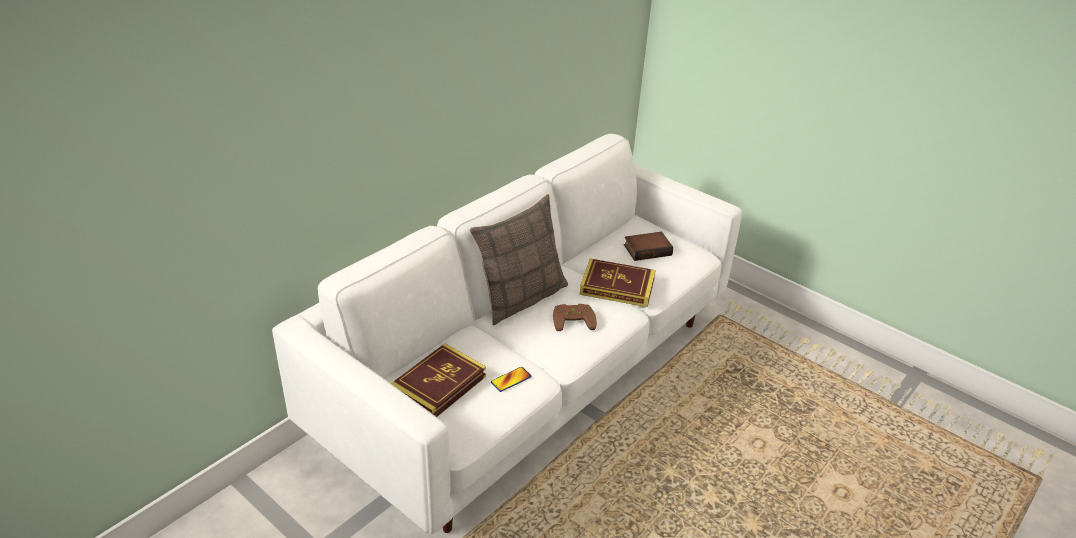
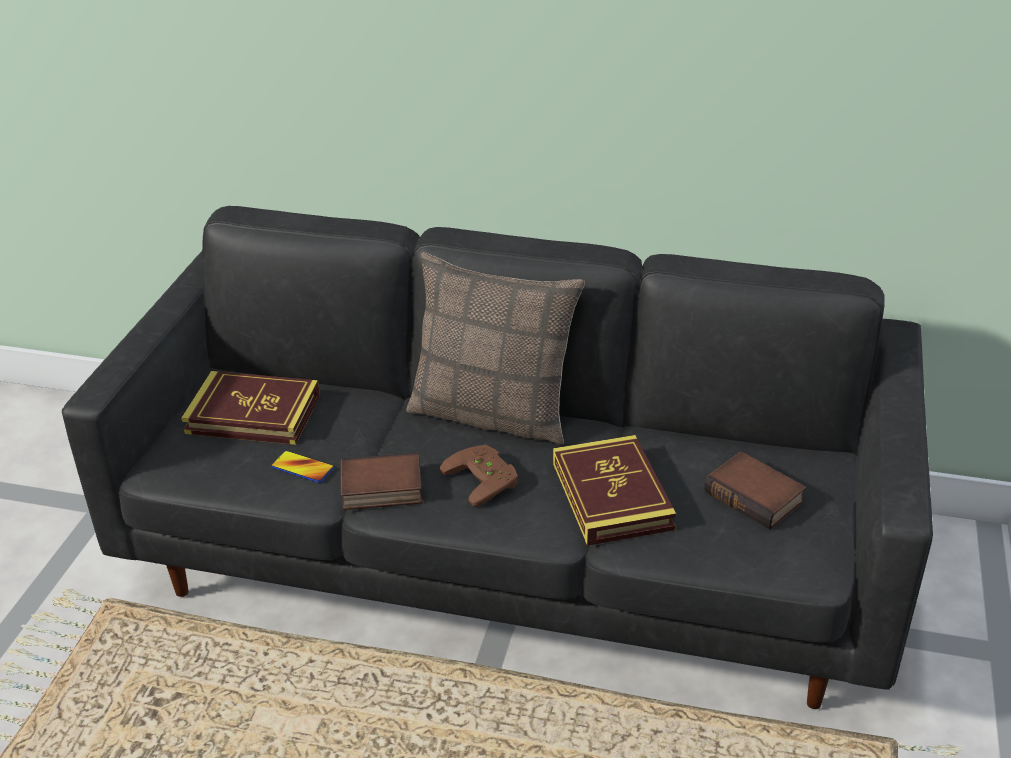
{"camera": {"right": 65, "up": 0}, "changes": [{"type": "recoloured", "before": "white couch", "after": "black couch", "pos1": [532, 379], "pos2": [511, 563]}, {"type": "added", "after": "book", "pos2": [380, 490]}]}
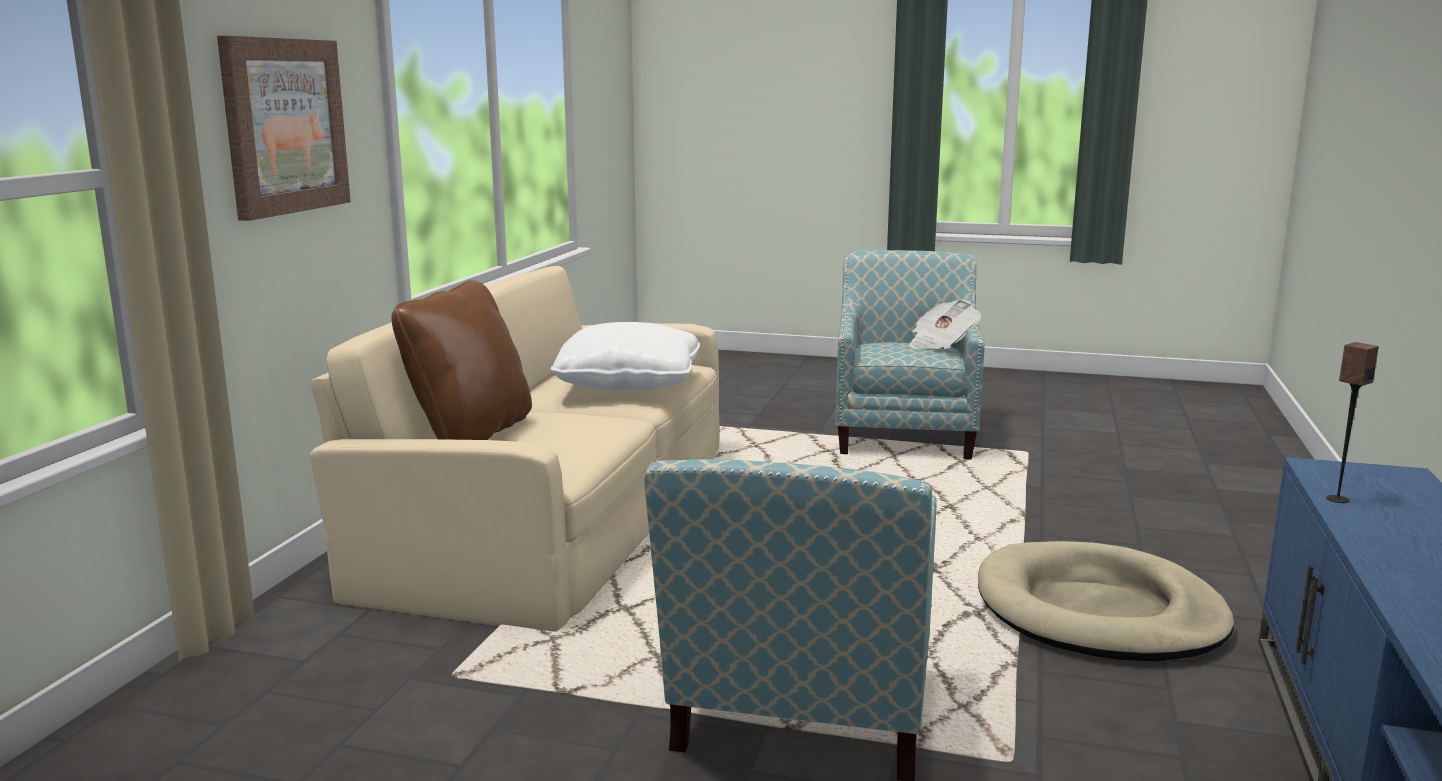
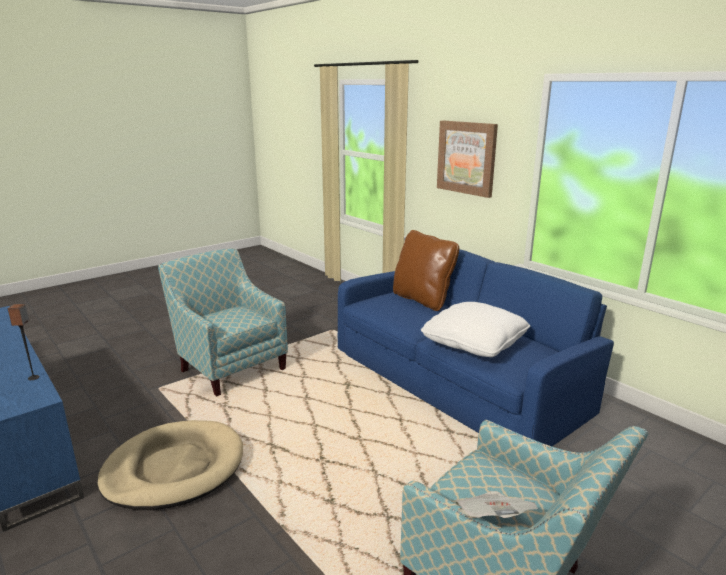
{"camera": {"right": 125, "up": 5}, "changes": [{"type": "recoloured", "before": "sand-coloured couch", "after": "bluish couch", "pos1": [554, 511], "pos2": [457, 376]}]}
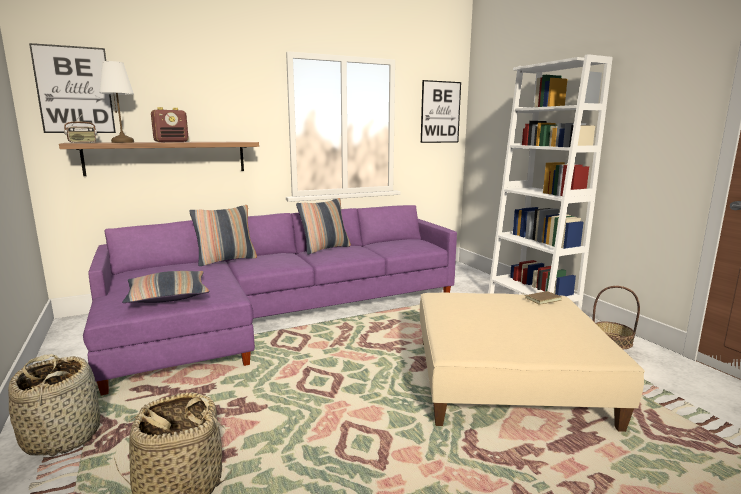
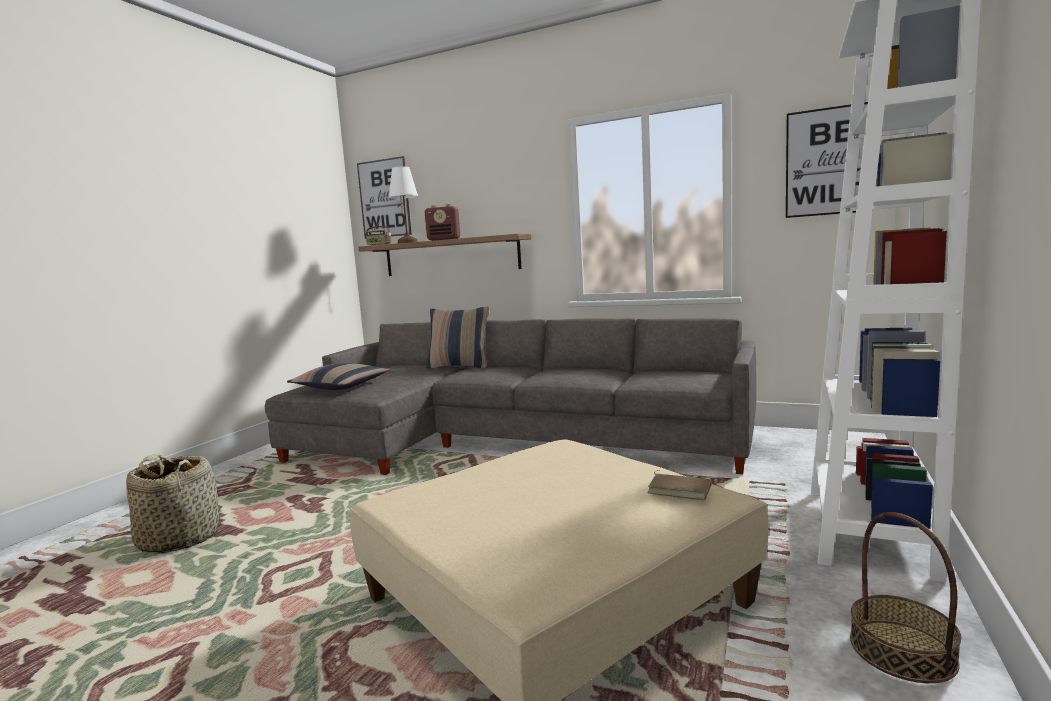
{"camera": {"right": 50, "up": -5}, "changes": [{"type": "removed", "before": "storage basket", "pos1": [62, 436]}, {"type": "recoloured", "before": "purple couch", "after": "gray couch", "pos1": [276, 314], "pos2": [500, 440]}, {"type": "removed", "before": "pillow", "pos1": [325, 249]}]}
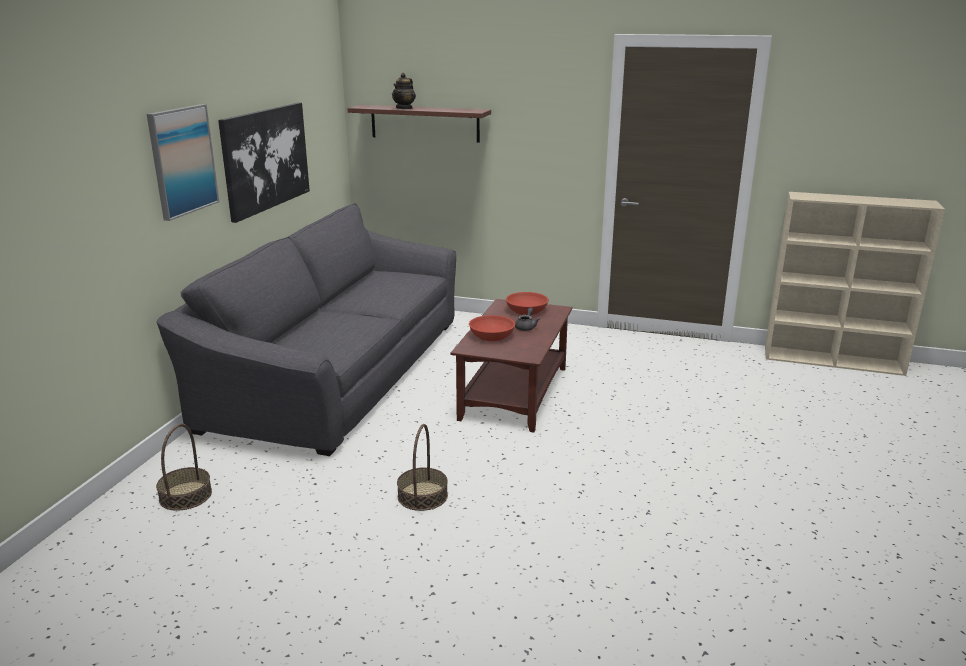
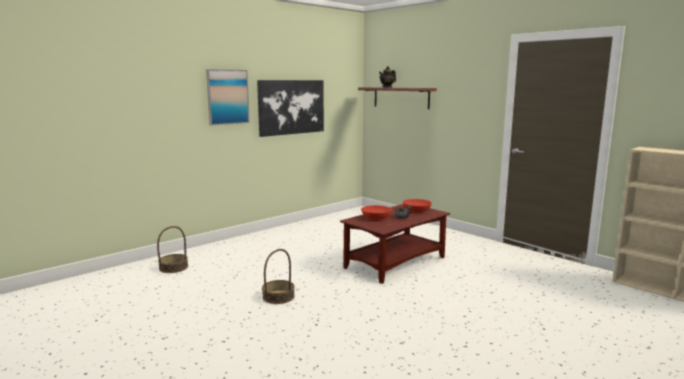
{"camera": {"right": 30, "up": -10}, "changes": [{"type": "removed", "before": "gray couch", "pos1": [339, 372]}]}
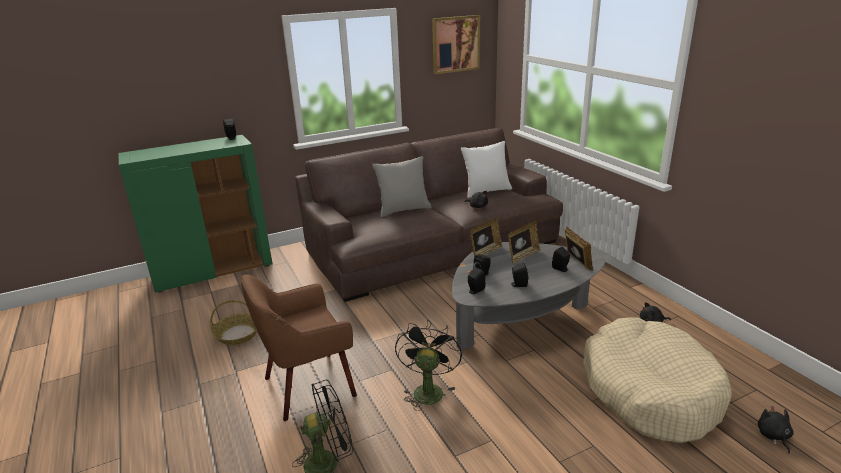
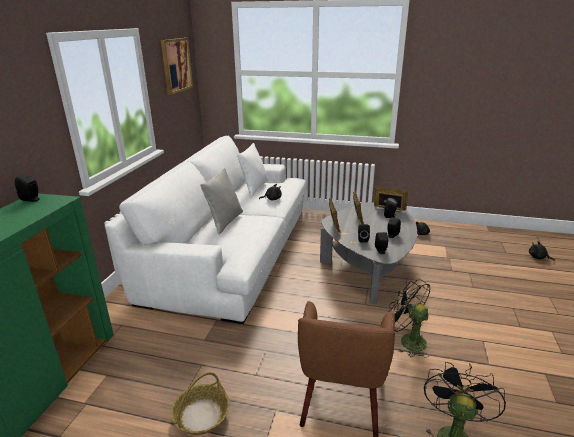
{"camera": {"right": -50, "up": 0}, "changes": [{"type": "recoloured", "before": "brown-coloured couch", "after": "white couch", "pos1": [432, 246], "pos2": [231, 249]}, {"type": "removed", "before": "sand-coloured dog cushion", "pos1": [649, 391]}]}
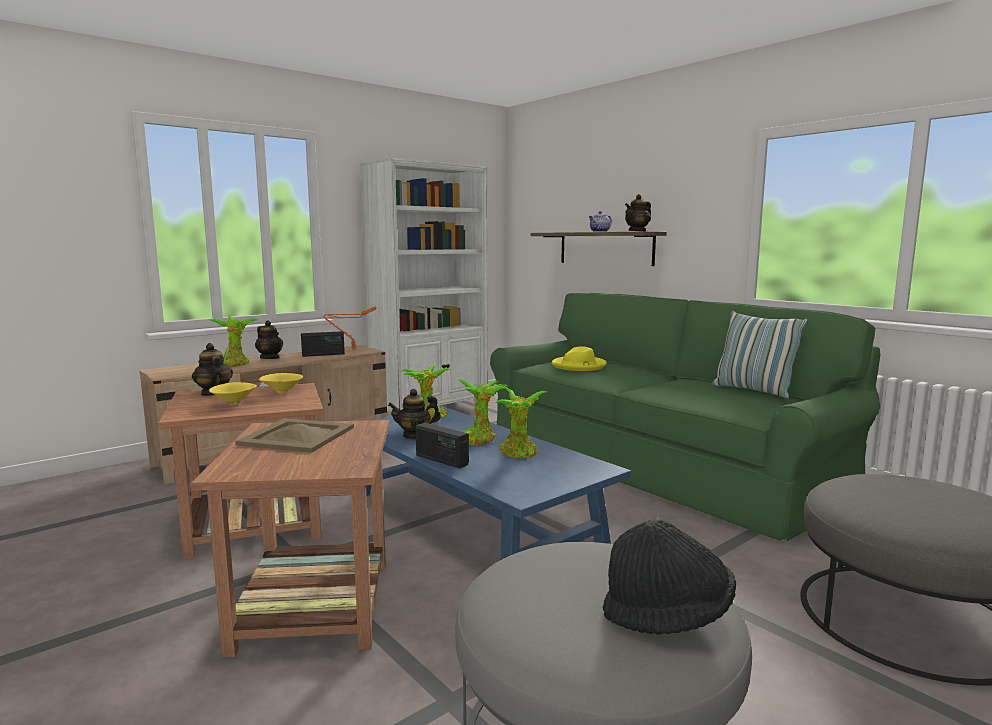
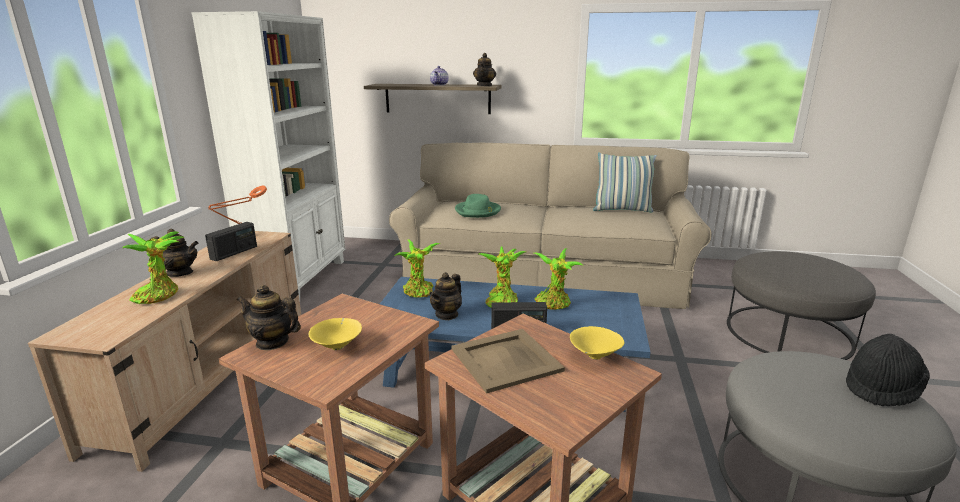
{"camera": {"right": -40, "up": 10}, "changes": [{"type": "moved", "before": "yellow-coloured deep dish", "pos1": [281, 392], "pos2": [594, 357]}, {"type": "recoloured", "before": "green-coloured couch", "after": "sand-coloured couch", "pos1": [655, 463], "pos2": [543, 276]}, {"type": "recoloured", "before": "yellow-coloured wearable hat", "after": "green-coloured wearable hat", "pos1": [579, 366], "pos2": [478, 211]}]}
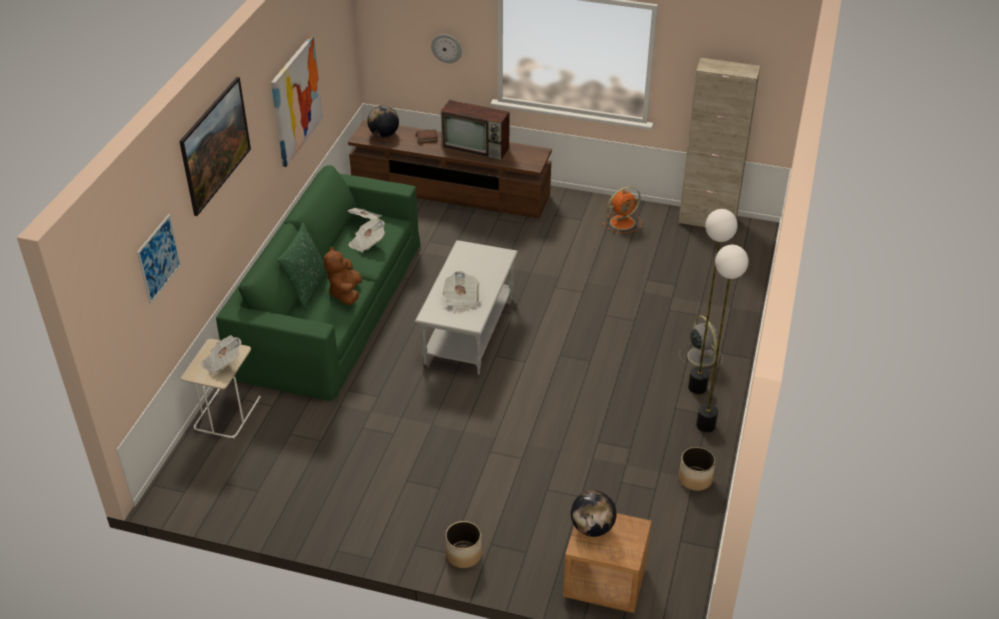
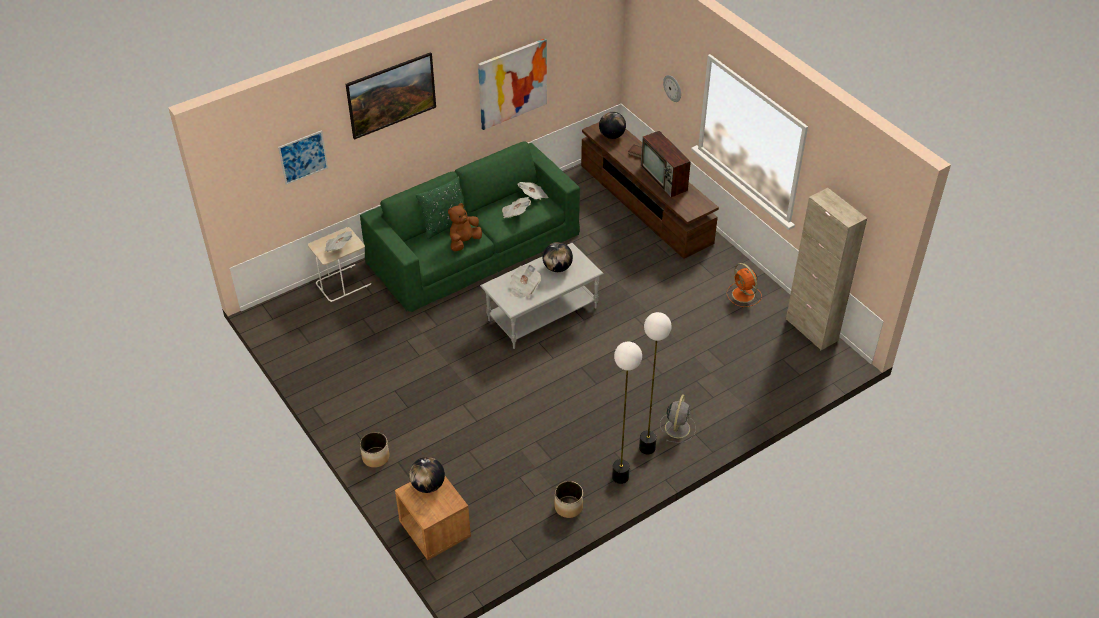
{"camera": {"right": 40, "up": 5}, "changes": [{"type": "turned", "before": "orange-coloured fan", "pos1": [623, 222], "pos2": [744, 295], "turn": 45}, {"type": "added", "after": "globe", "pos2": [557, 268]}]}
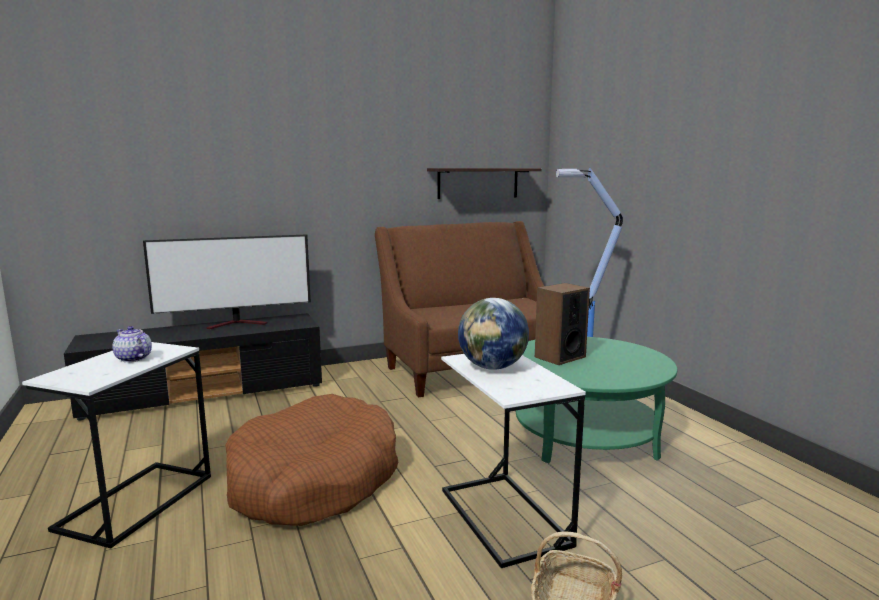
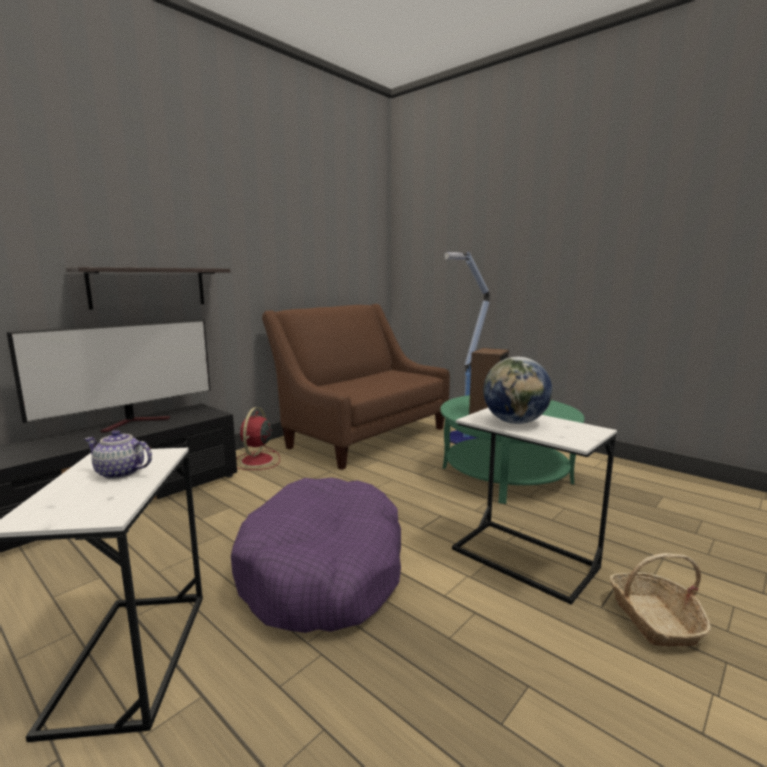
{"camera": {"right": -25, "up": 0}, "changes": [{"type": "recoloured", "before": "brown-coloured dog cushion", "after": "purple dog cushion", "pos1": [314, 480], "pos2": [323, 571]}, {"type": "moved", "before": "bracket shelf", "pos1": [478, 183], "pos2": [149, 287]}, {"type": "added", "after": "red fan", "pos2": [256, 461]}]}
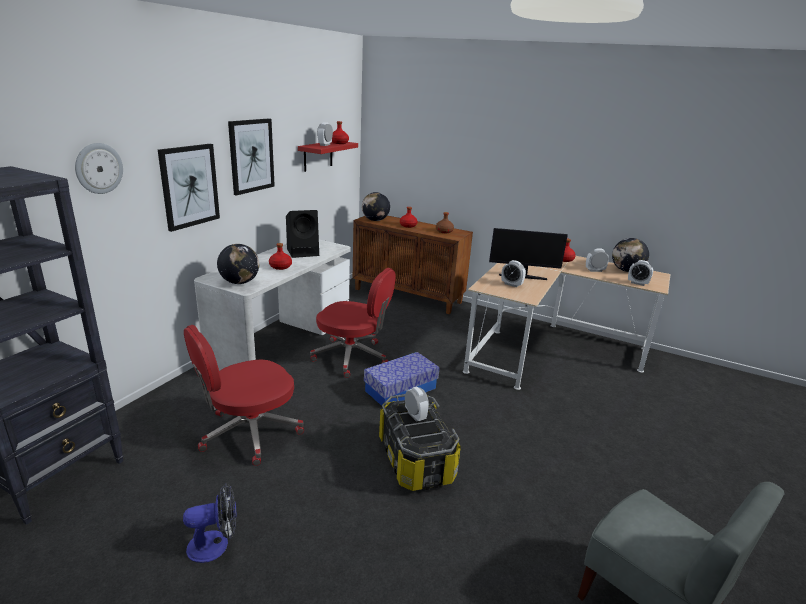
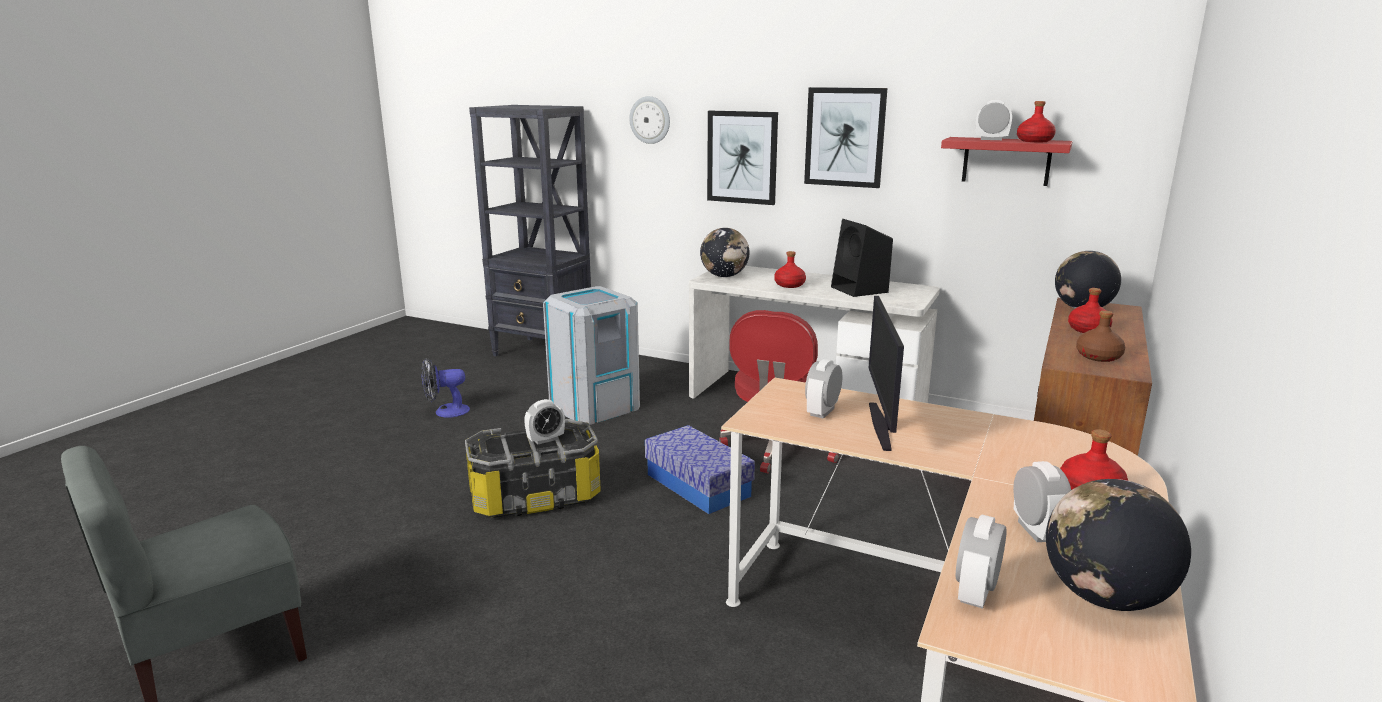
{"camera": {"right": 90, "up": -5}, "changes": [{"type": "turned", "before": "fan", "pos1": [215, 544], "pos2": [446, 412], "turn": 90}, {"type": "replaced", "before": "red desk chair", "after": "gray waste bin", "pos1": [249, 433], "pos2": [594, 406]}]}
